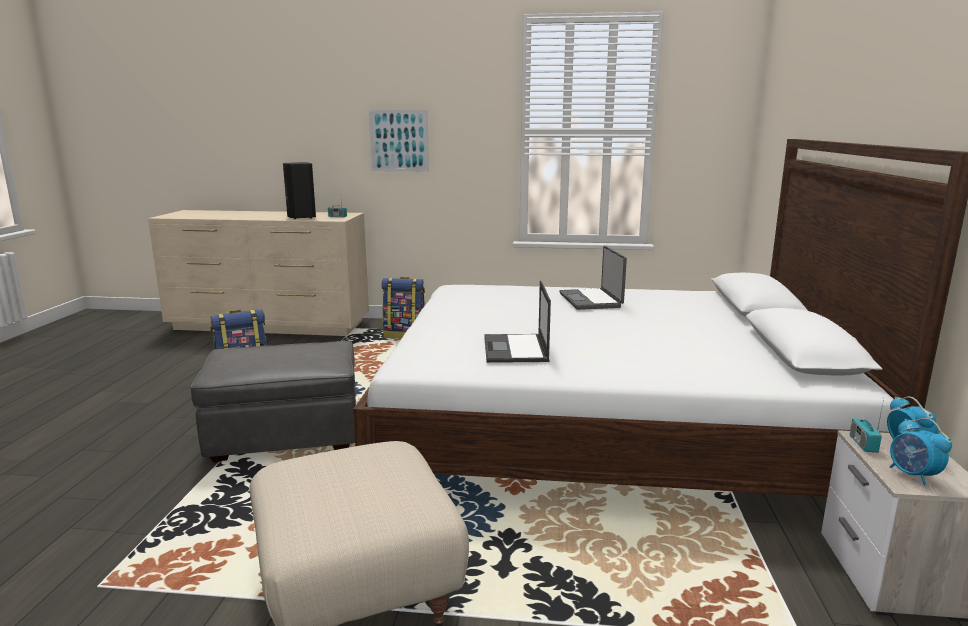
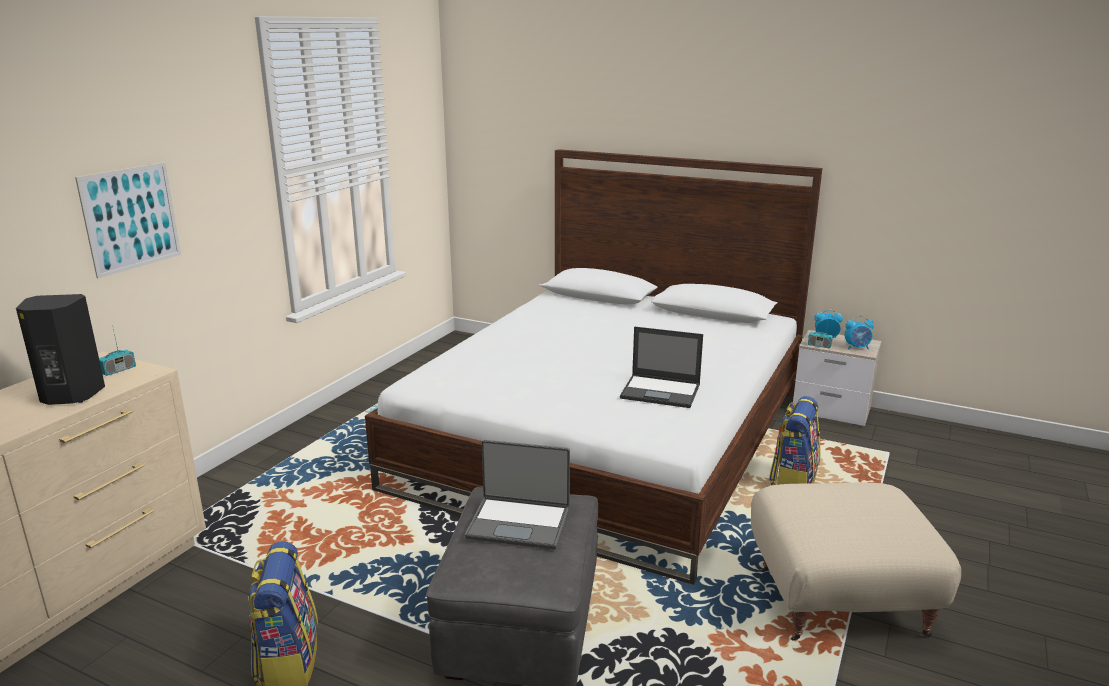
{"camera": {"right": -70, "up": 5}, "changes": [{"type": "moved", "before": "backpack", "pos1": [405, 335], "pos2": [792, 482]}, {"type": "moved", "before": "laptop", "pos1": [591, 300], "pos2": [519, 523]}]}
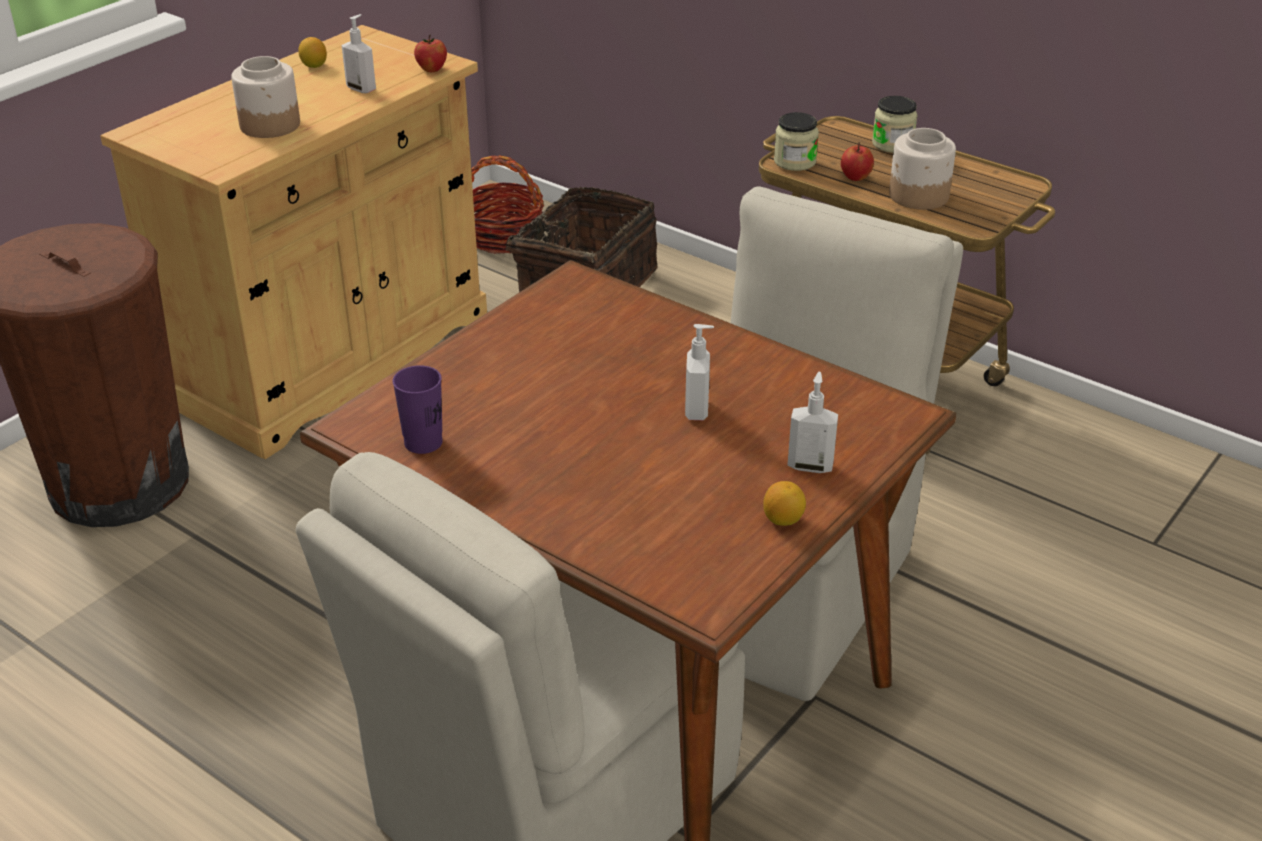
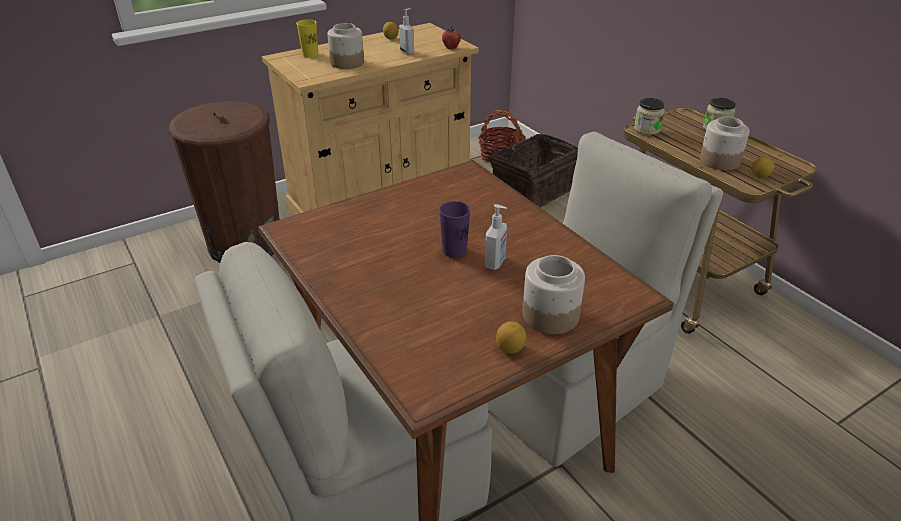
{"camera": {"right": 20, "up": 0}, "changes": [{"type": "moved", "before": "purple cup", "pos1": [423, 442], "pos2": [454, 251]}, {"type": "replaced", "before": "soap bottle", "after": "preserve jar", "pos1": [810, 465], "pos2": [549, 315]}, {"type": "removed", "before": "apple fruit", "pos1": [855, 177]}, {"type": "added", "after": "yellow-coloured cup", "pos2": [310, 54]}, {"type": "added", "after": "citrus fruit", "pos2": [760, 176]}]}
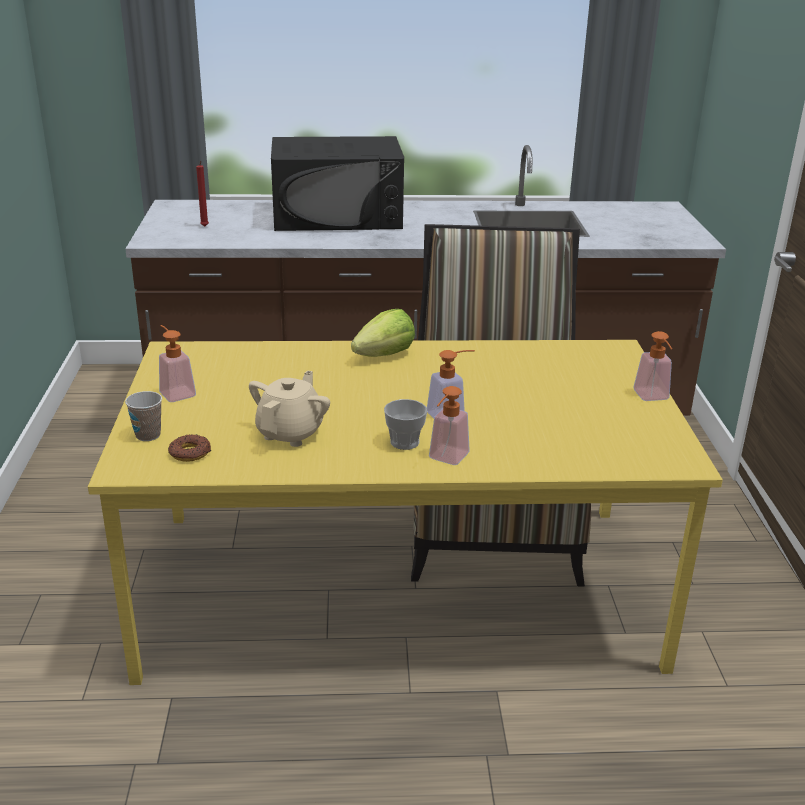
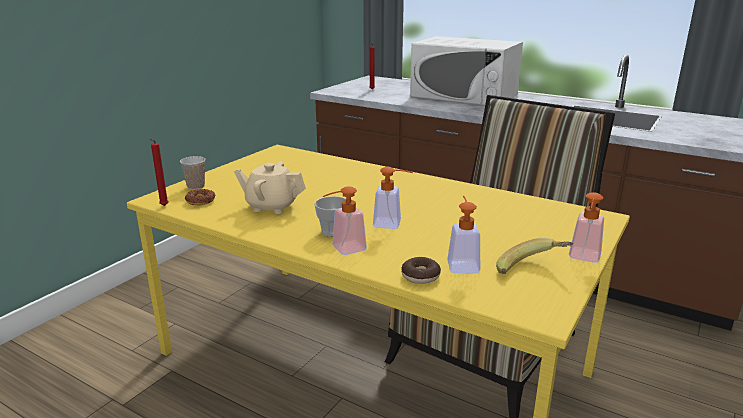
{"camera": {"right": 35, "up": -5}, "changes": [{"type": "moved", "before": "soap bottle", "pos1": [175, 392], "pos2": [462, 264]}, {"type": "turned", "before": "sand-coloured tea pot", "pos1": [290, 433], "pos2": [271, 206], "turn": -135}, {"type": "recoloured", "before": "black microwave oven", "after": "white microwave oven", "pos1": [337, 216], "pos2": [464, 95]}, {"type": "removed", "before": "lettuce", "pos1": [385, 355]}, {"type": "added", "after": "red wax light", "pos2": [163, 206]}, {"type": "added", "after": "doughnut", "pos2": [420, 276]}, {"type": "added", "after": "whole banana", "pos2": [532, 271]}]}
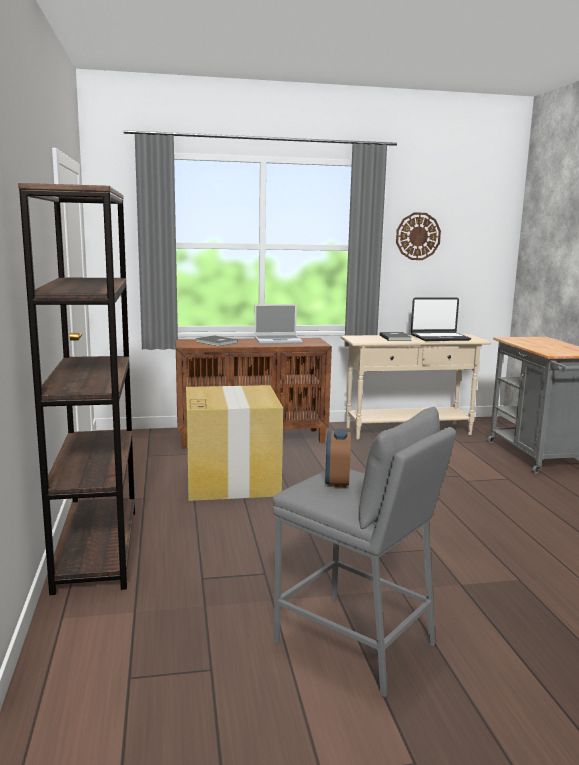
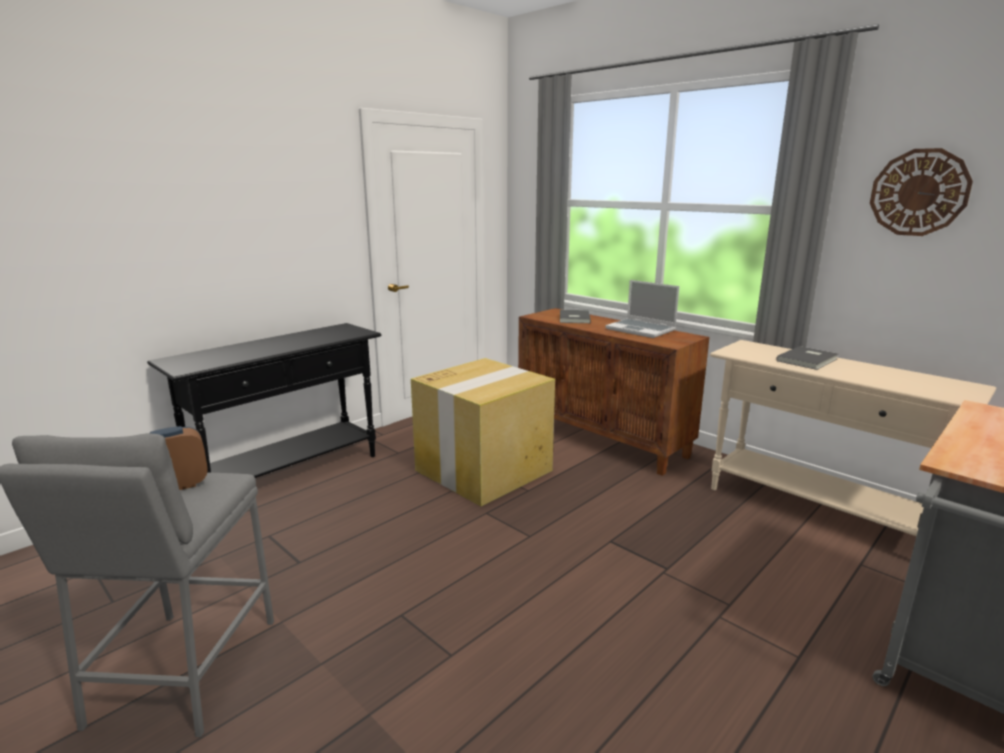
{"camera": {"right": 55, "up": 5}, "changes": [{"type": "replaced", "before": "brown-coloured bookshelf", "after": "black console table", "pos1": [97, 548], "pos2": [290, 474]}, {"type": "removed", "before": "laptop", "pos1": [439, 337]}]}
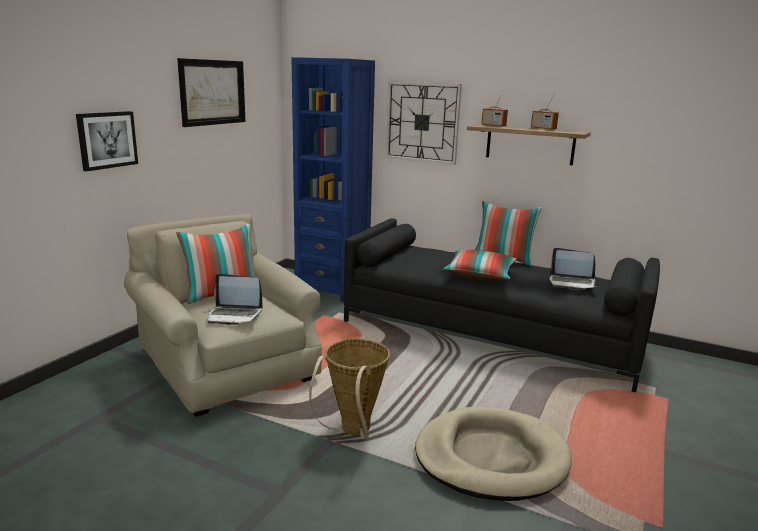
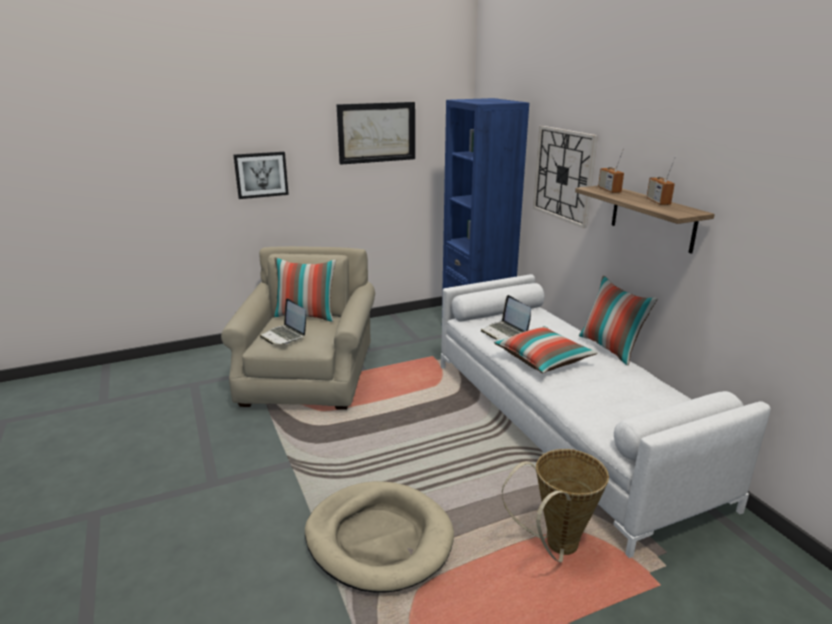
{"camera": {"right": 40, "up": 5}, "changes": [{"type": "moved", "before": "storage basket", "pos1": [352, 432], "pos2": [555, 547]}, {"type": "recoloured", "before": "black couch", "after": "white couch", "pos1": [489, 333], "pos2": [563, 426]}, {"type": "moved", "before": "laptop", "pos1": [572, 283], "pos2": [505, 332]}]}
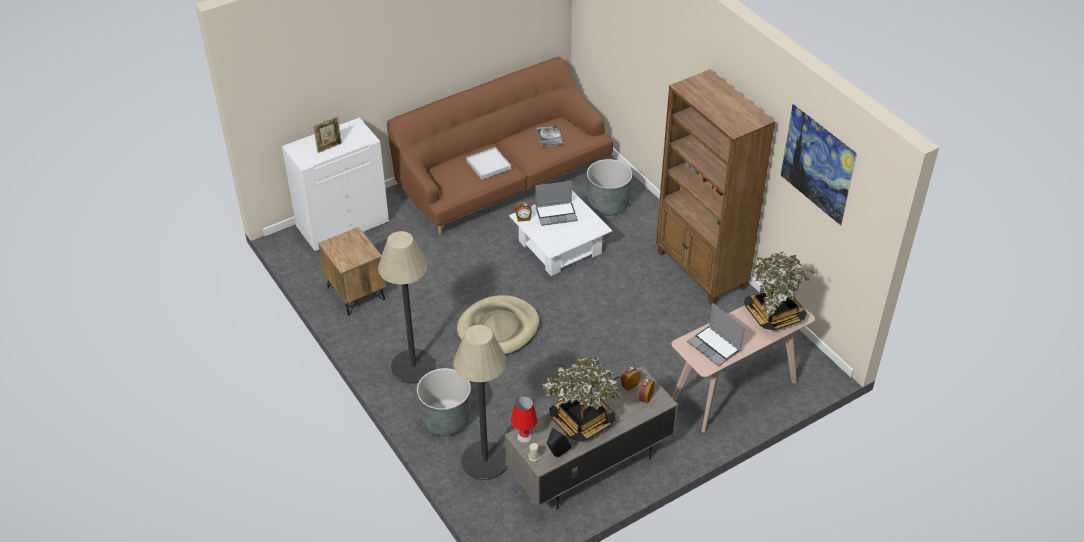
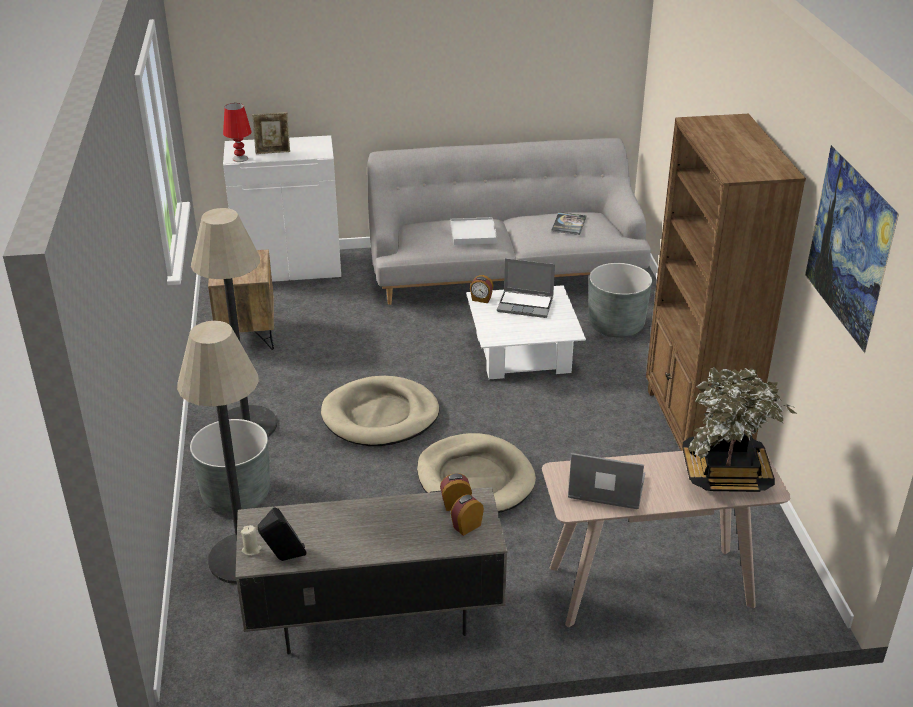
{"camera": {"right": 25, "up": -10}, "changes": [{"type": "recoloured", "before": "brown-coloured couch", "after": "gray couch", "pos1": [502, 179], "pos2": [504, 270]}, {"type": "moved", "before": "red lamp for a table", "pos1": [524, 437], "pos2": [240, 159]}, {"type": "removed", "before": "plant in a pot", "pos1": [582, 421]}, {"type": "turned", "before": "laptop", "pos1": [715, 347], "pos2": [605, 488], "turn": 120}, {"type": "added", "after": "sand-coloured dog cushion", "pos2": [475, 479]}]}
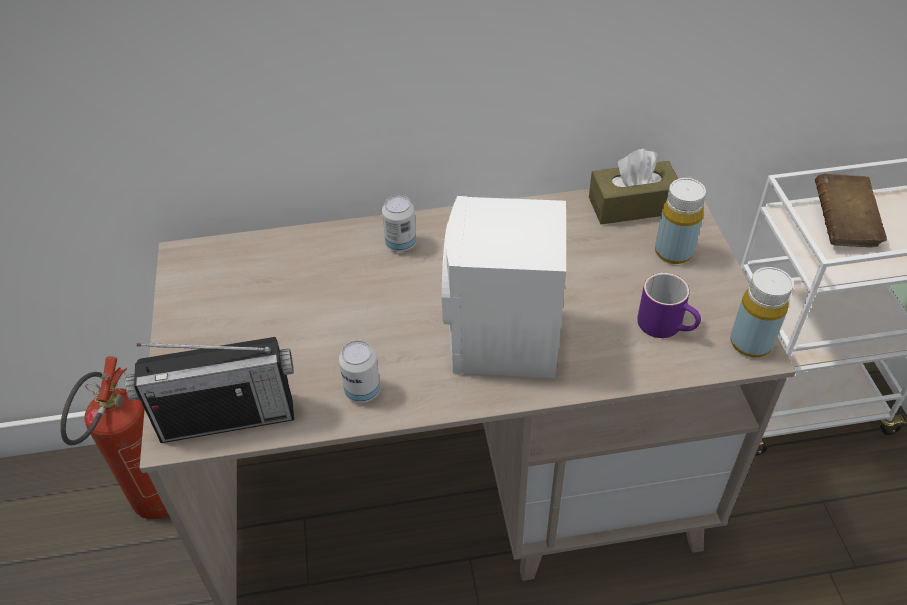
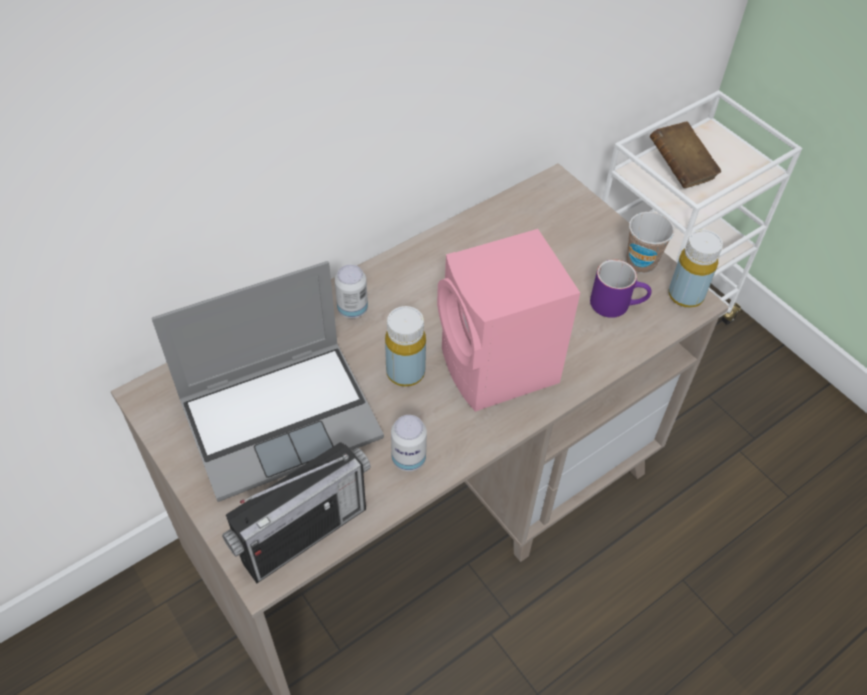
{"camera": {"right": -30, "up": 5}, "changes": [{"type": "removed", "before": "fire extinguisher", "pos1": [153, 510]}, {"type": "recoloured", "before": "white loudspeaker", "after": "pink loudspeaker", "pos1": [503, 344], "pos2": [499, 369]}, {"type": "removed", "before": "brown-coloured tissue box", "pos1": [632, 205]}, {"type": "moved", "before": "yellow-coloured bottle", "pos1": [673, 252], "pos2": [405, 372]}, {"type": "added", "after": "laptop", "pos2": [282, 417]}, {"type": "added", "after": "cup", "pos2": [641, 263]}]}
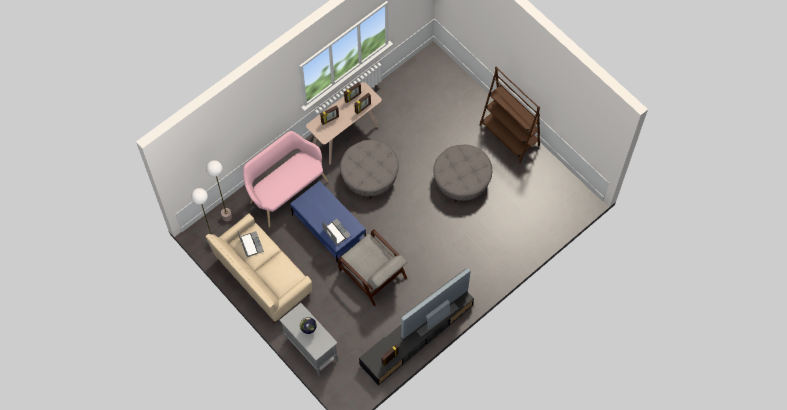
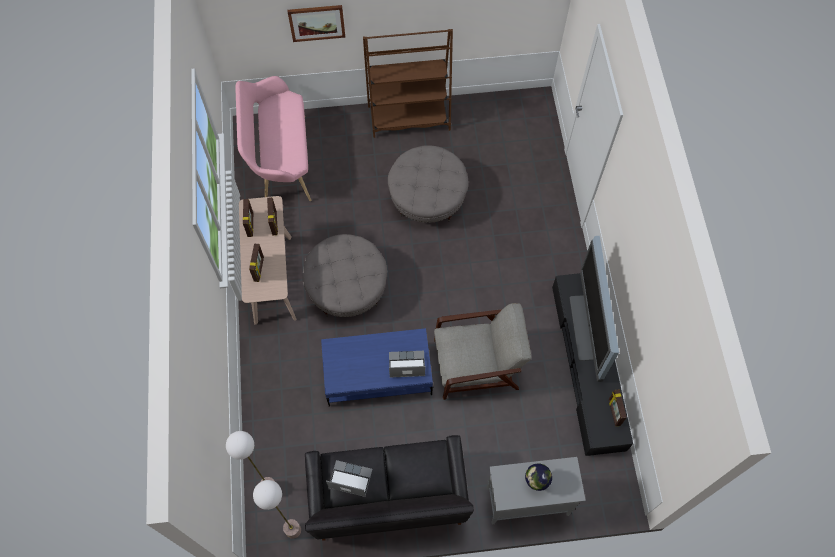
{"camera": {"right": -55, "up": 0}, "changes": [{"type": "recoloured", "before": "sand-coloured couch", "after": "black couch", "pos1": [263, 277], "pos2": [388, 497]}, {"type": "moved", "before": "pink bench", "pos1": [286, 190], "pos2": [281, 160]}, {"type": "added", "after": "wall picture", "pos2": [317, 22]}]}
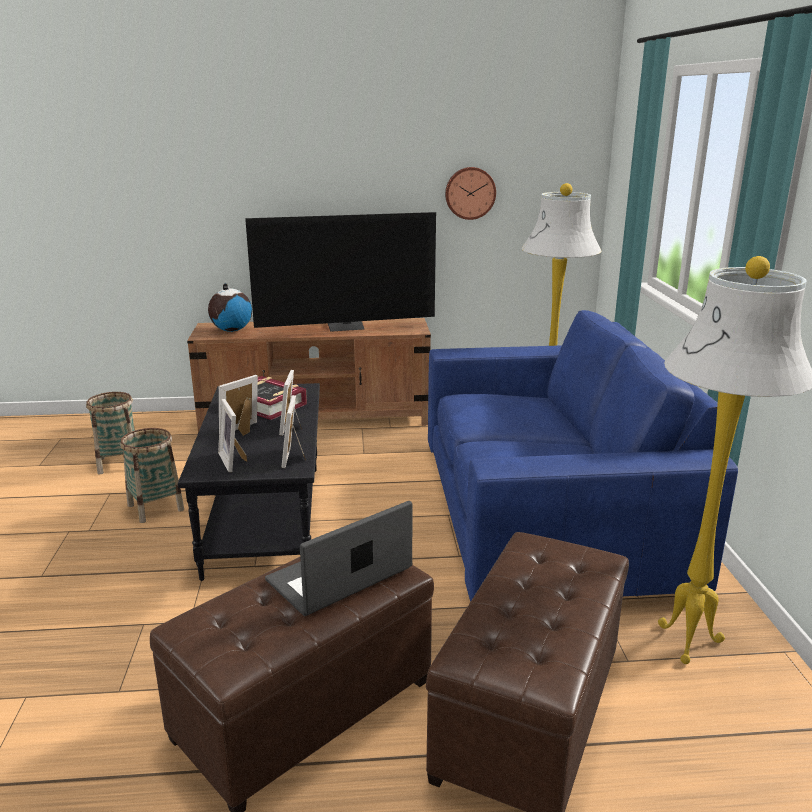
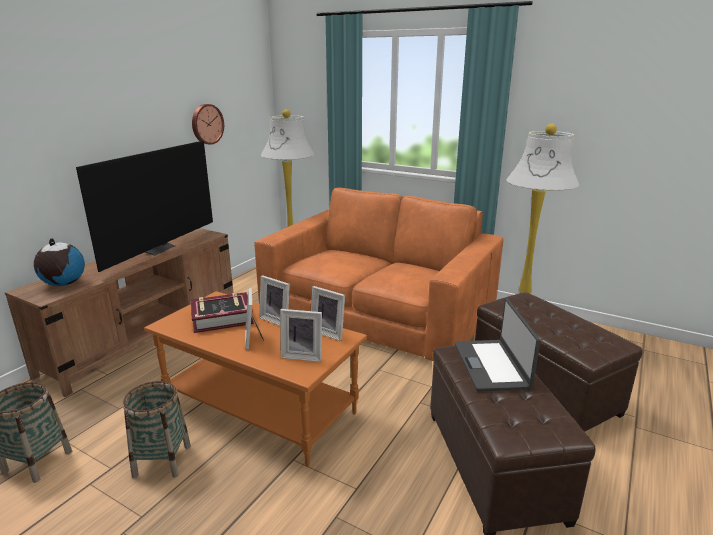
{"camera": {"right": -55, "up": 0}, "changes": [{"type": "recoloured", "before": "black lounge table", "after": "orange-coloured lounge table", "pos1": [267, 519], "pos2": [262, 407]}, {"type": "recoloured", "before": "bluish couch", "after": "orange-coloured couch", "pos1": [547, 510], "pos2": [379, 311]}]}
